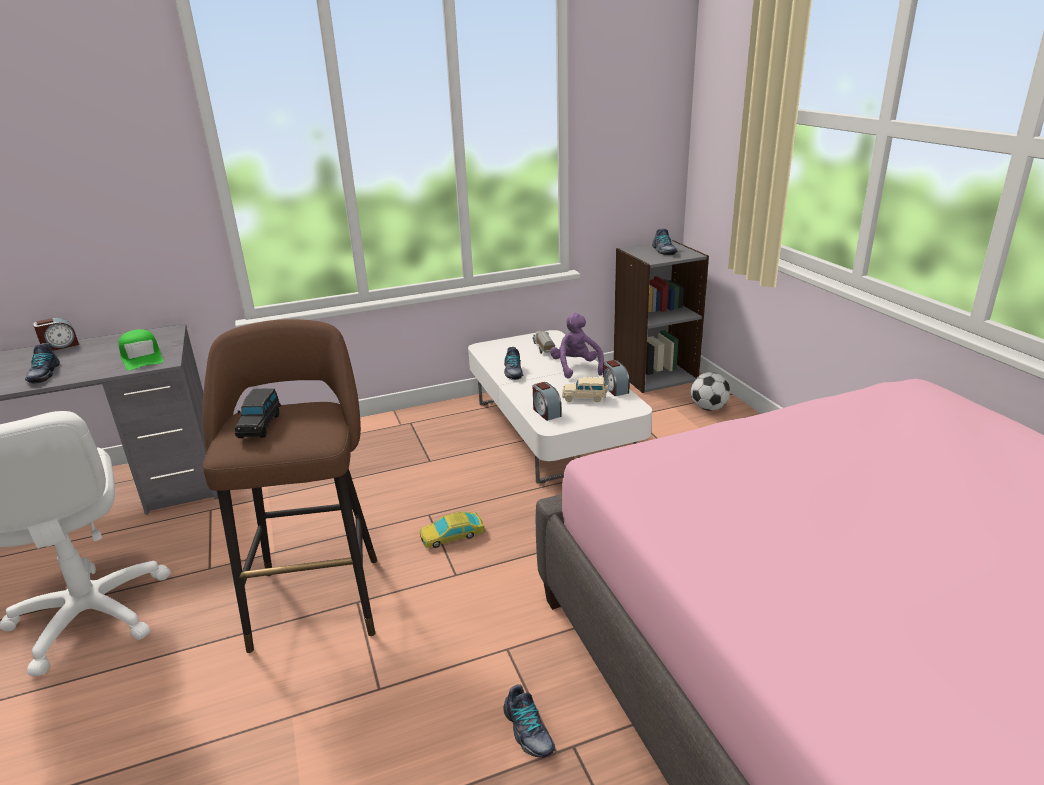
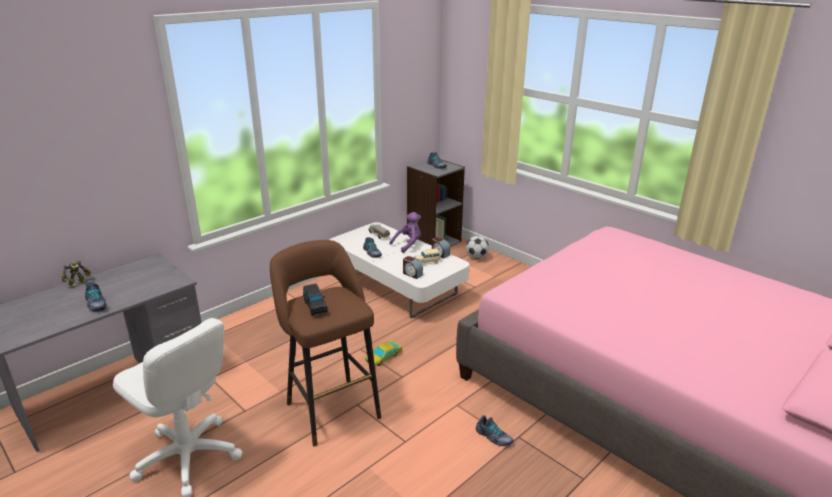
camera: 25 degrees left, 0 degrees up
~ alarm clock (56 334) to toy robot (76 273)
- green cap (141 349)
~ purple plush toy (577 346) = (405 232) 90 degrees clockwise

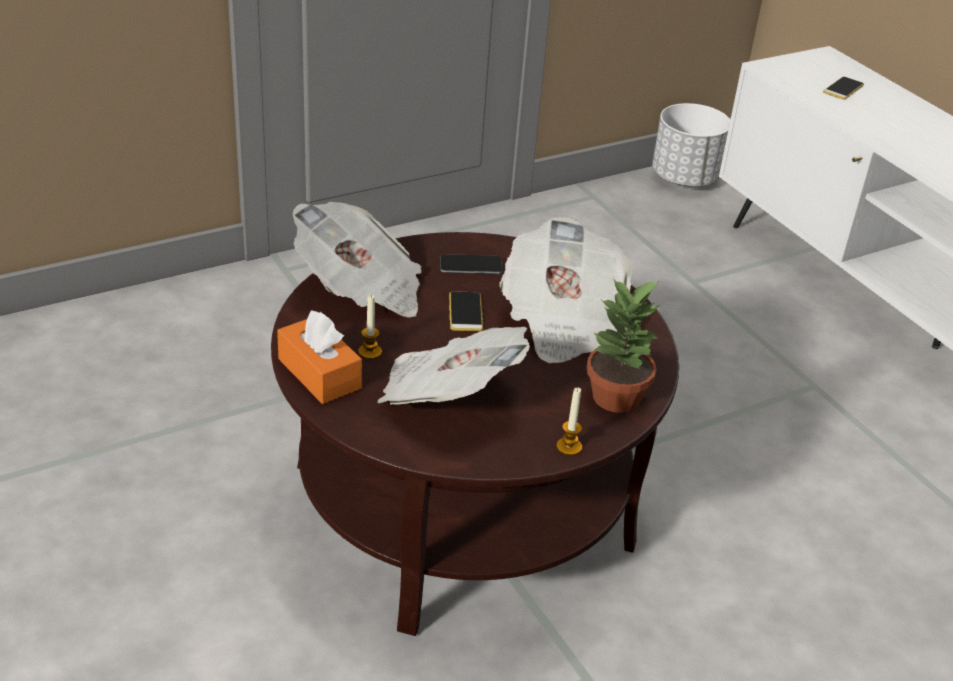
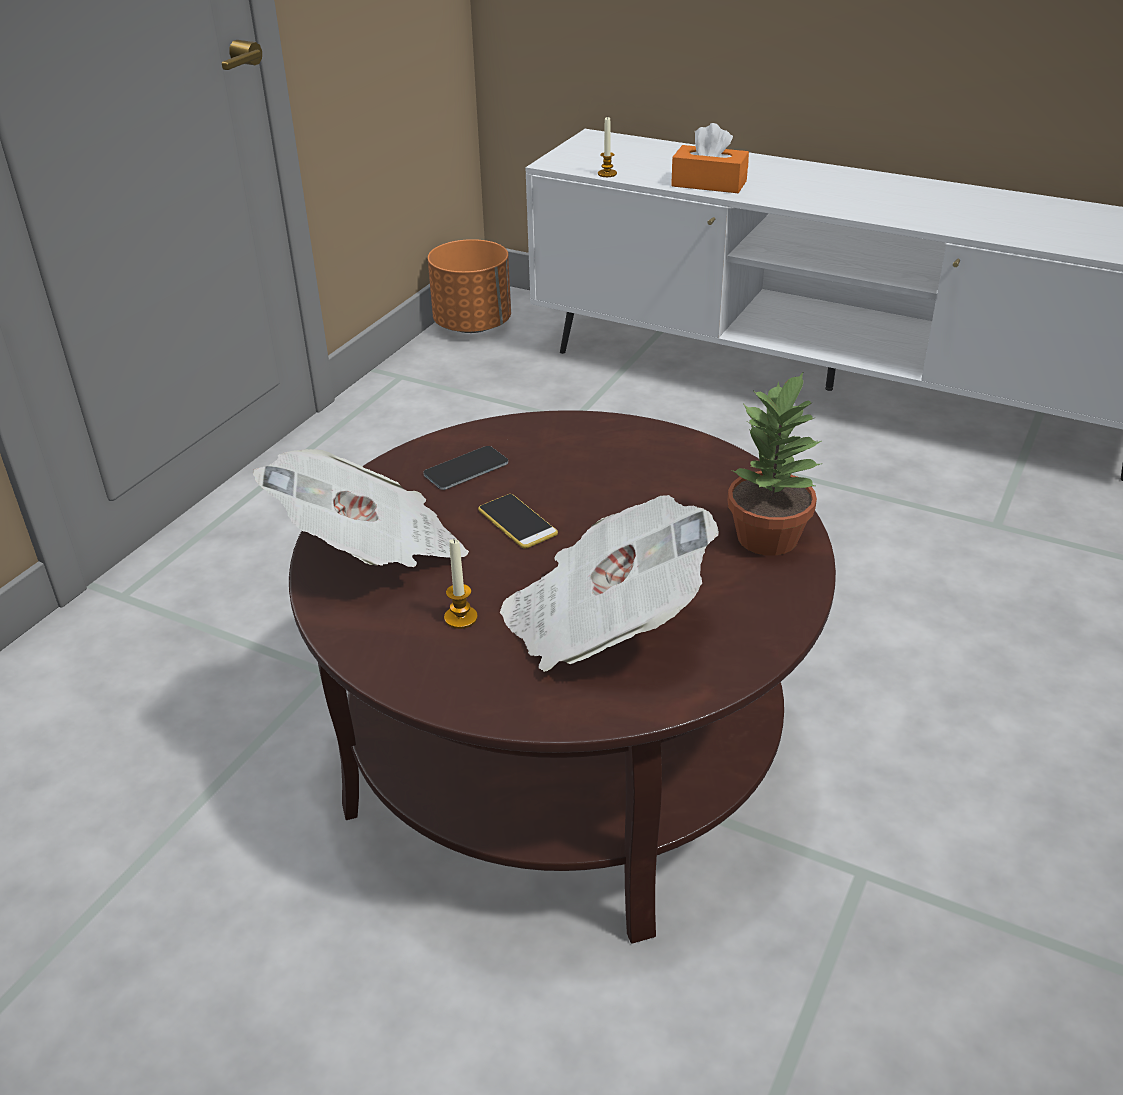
camera: 30 degrees left, 0 degrees up
~ orange tissue box (319 357) to (710 158)
- newspaper (566 290)
~ candle (569 421) to (607 146)
~ white planter (691 144) to orange planter (469 286)
- phone (843 88)

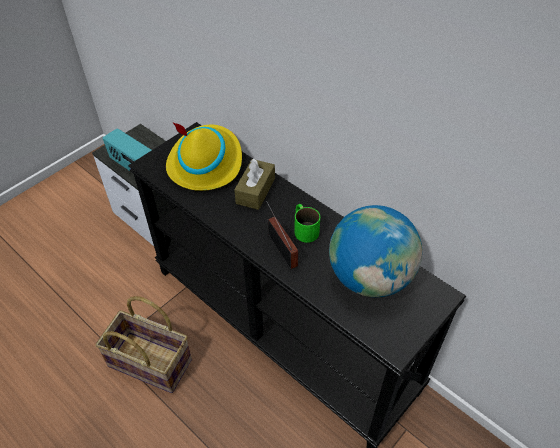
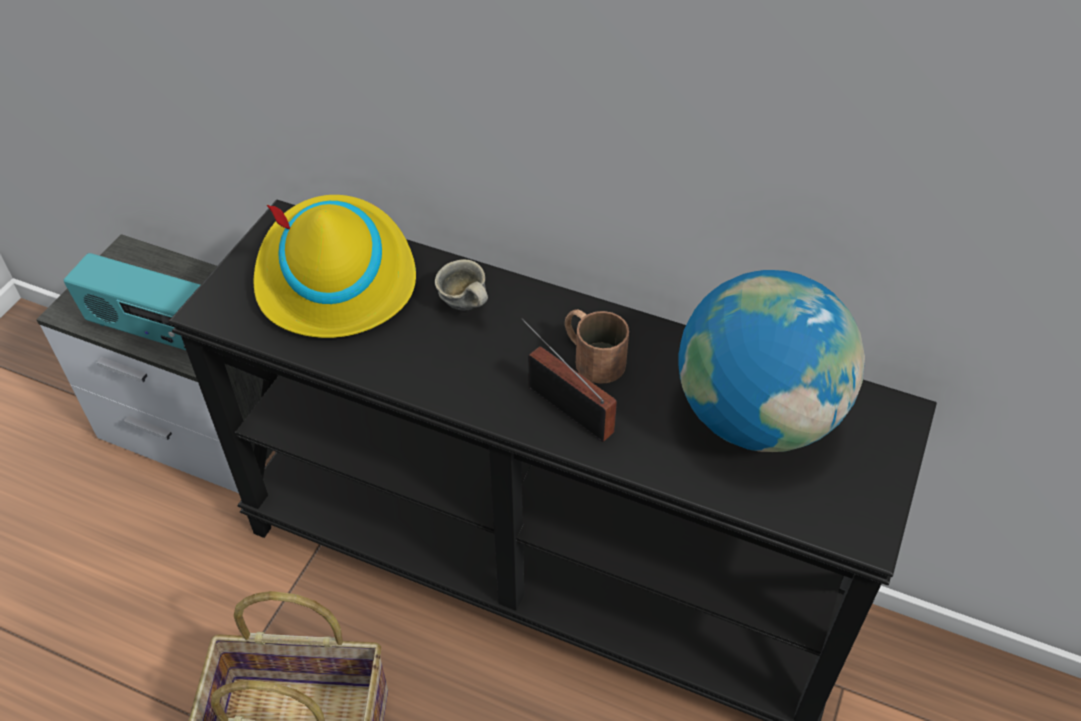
camera: 20 degrees left, 0 degrees up
~ brown tissue box (254 184) to grey mug (461 285)
~ green mug (307 223) to brown mug (597 346)

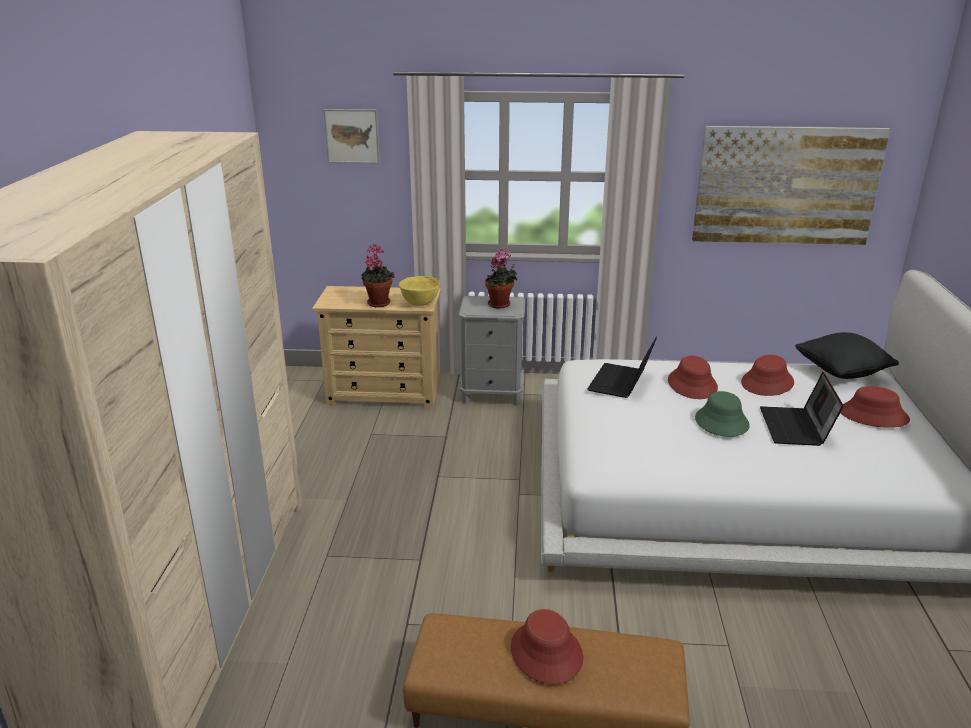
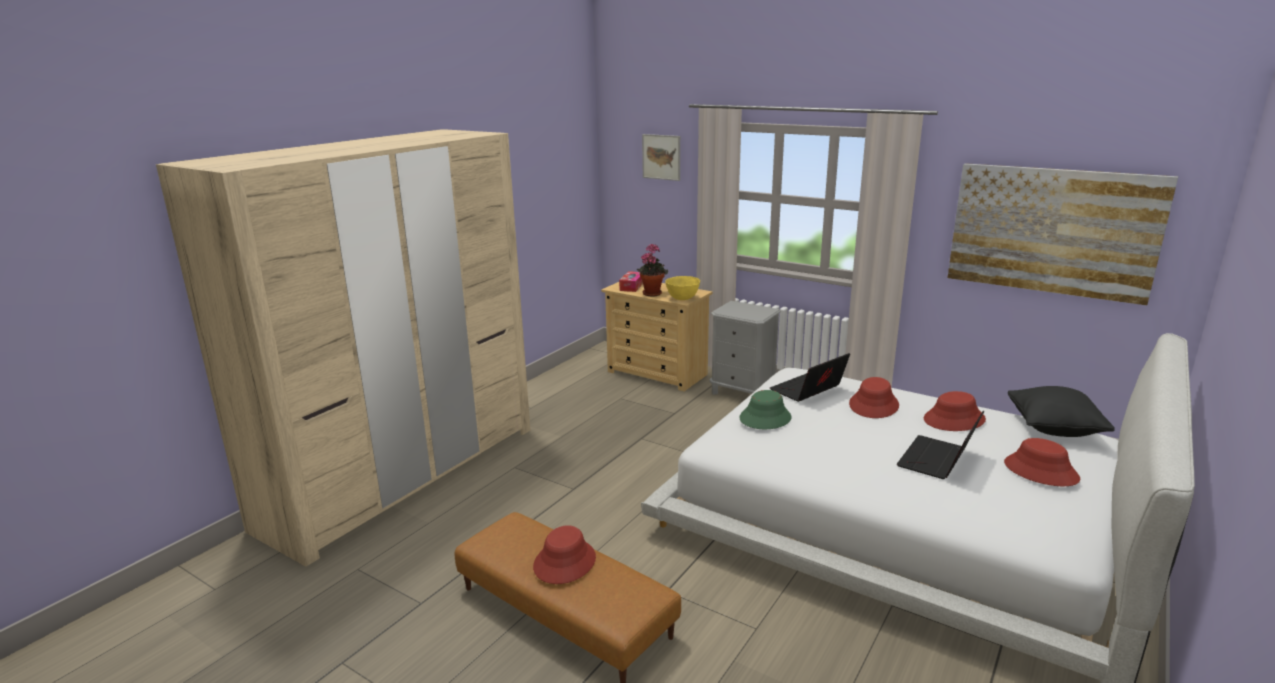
camera: 30 degrees right, 5 degrees down
- potted plant (501 278)
~ green hat (722 414) to (765 409)
+ tissue box (631 281)

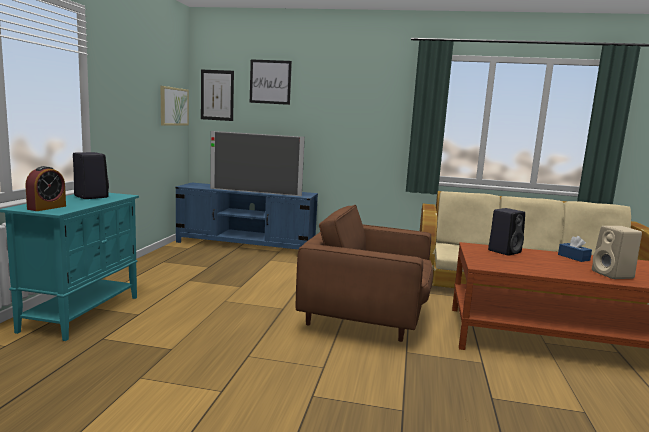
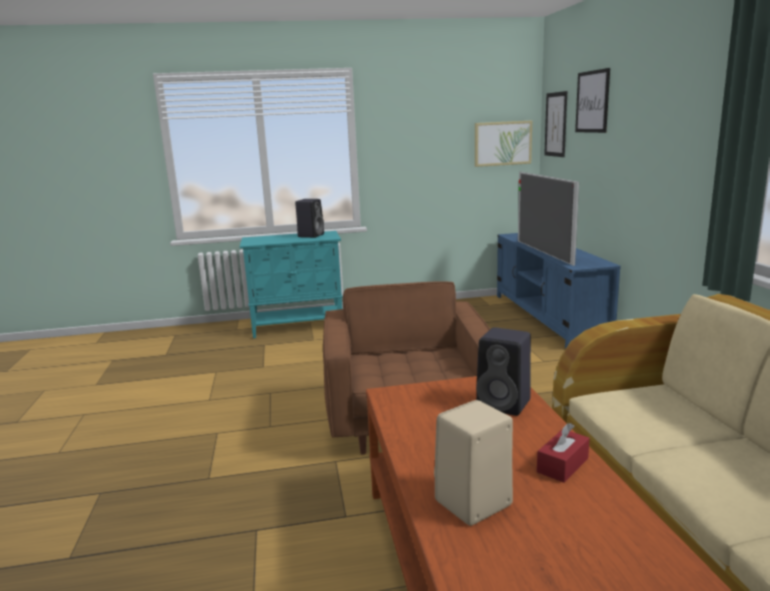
camera: 70 degrees right, 5 degrees up
- alarm clock (46 188)
~ blue tissue box (575 249) to red tissue box (563 453)

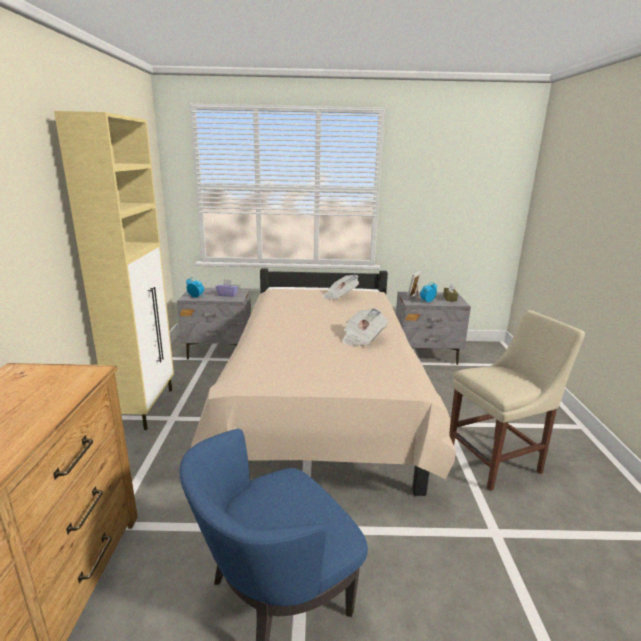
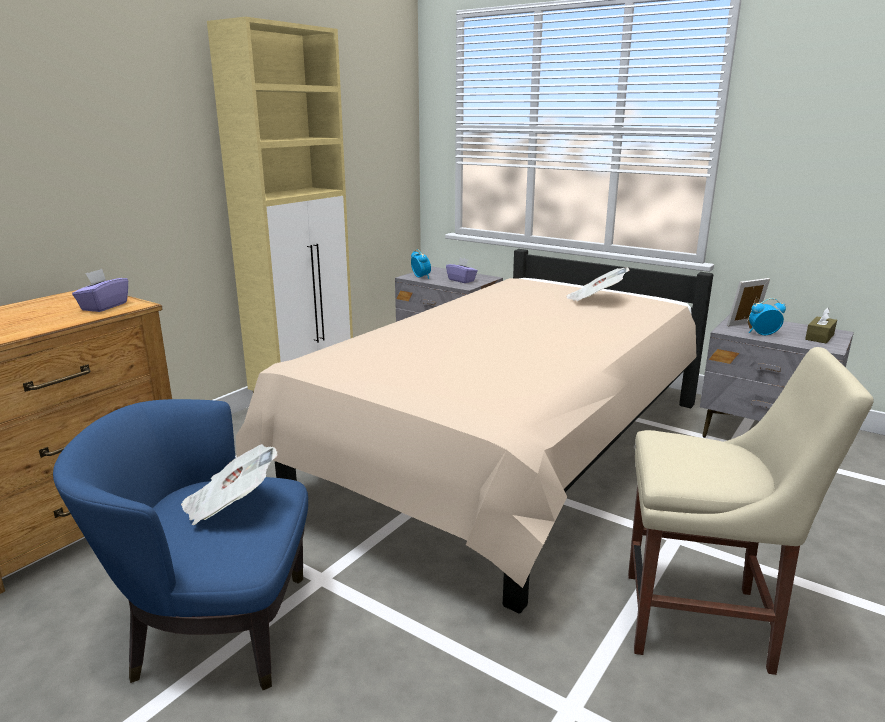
camera: 35 degrees right, 0 degrees up
~ newspaper (365 327) to (229 484)
+ purple tissue box (100 290)

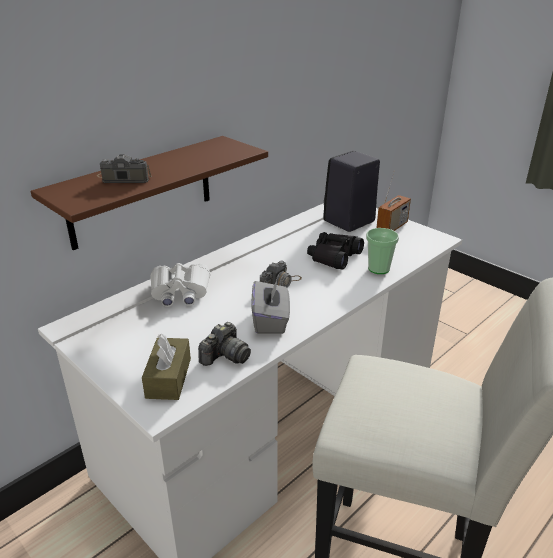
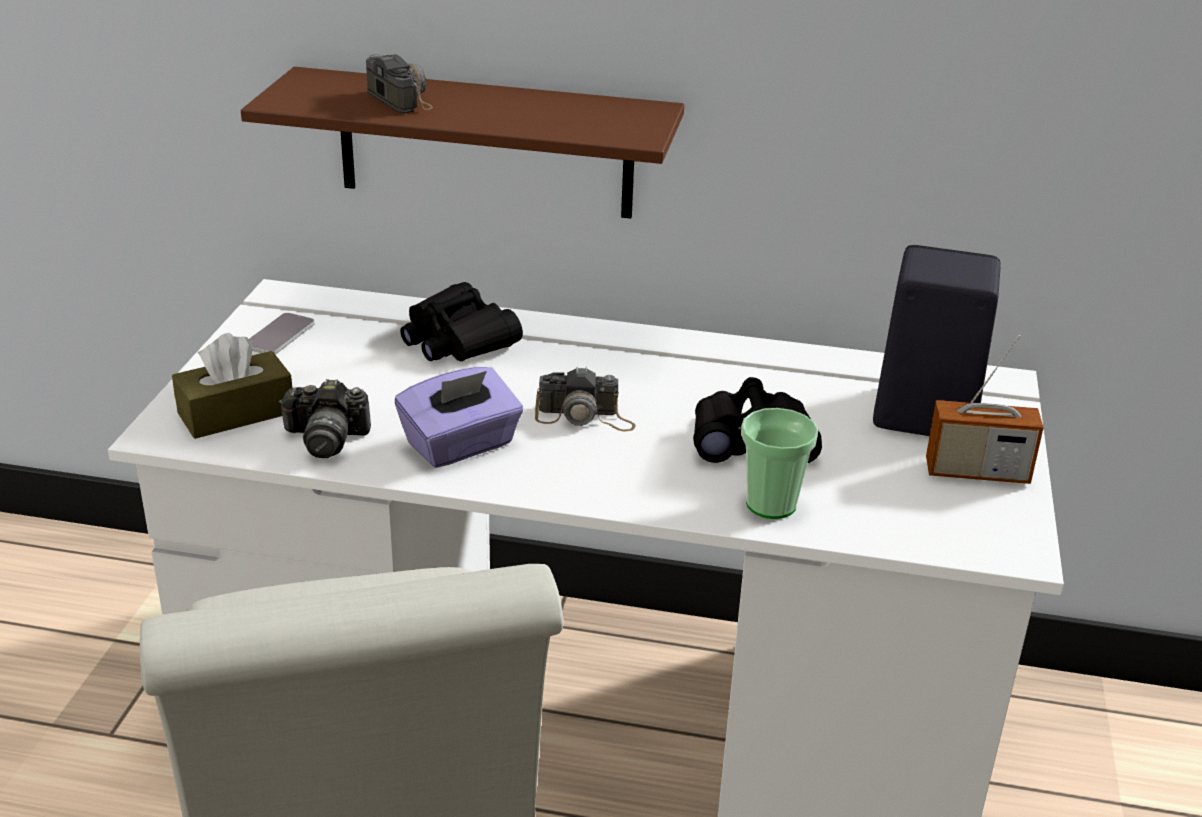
camera: 55 degrees right, 0 degrees up
~ white binoculars (180 285) to black binoculars (461 321)
~ grey tissue box (271 307) to purple tissue box (459 417)
+ phone (282 333)

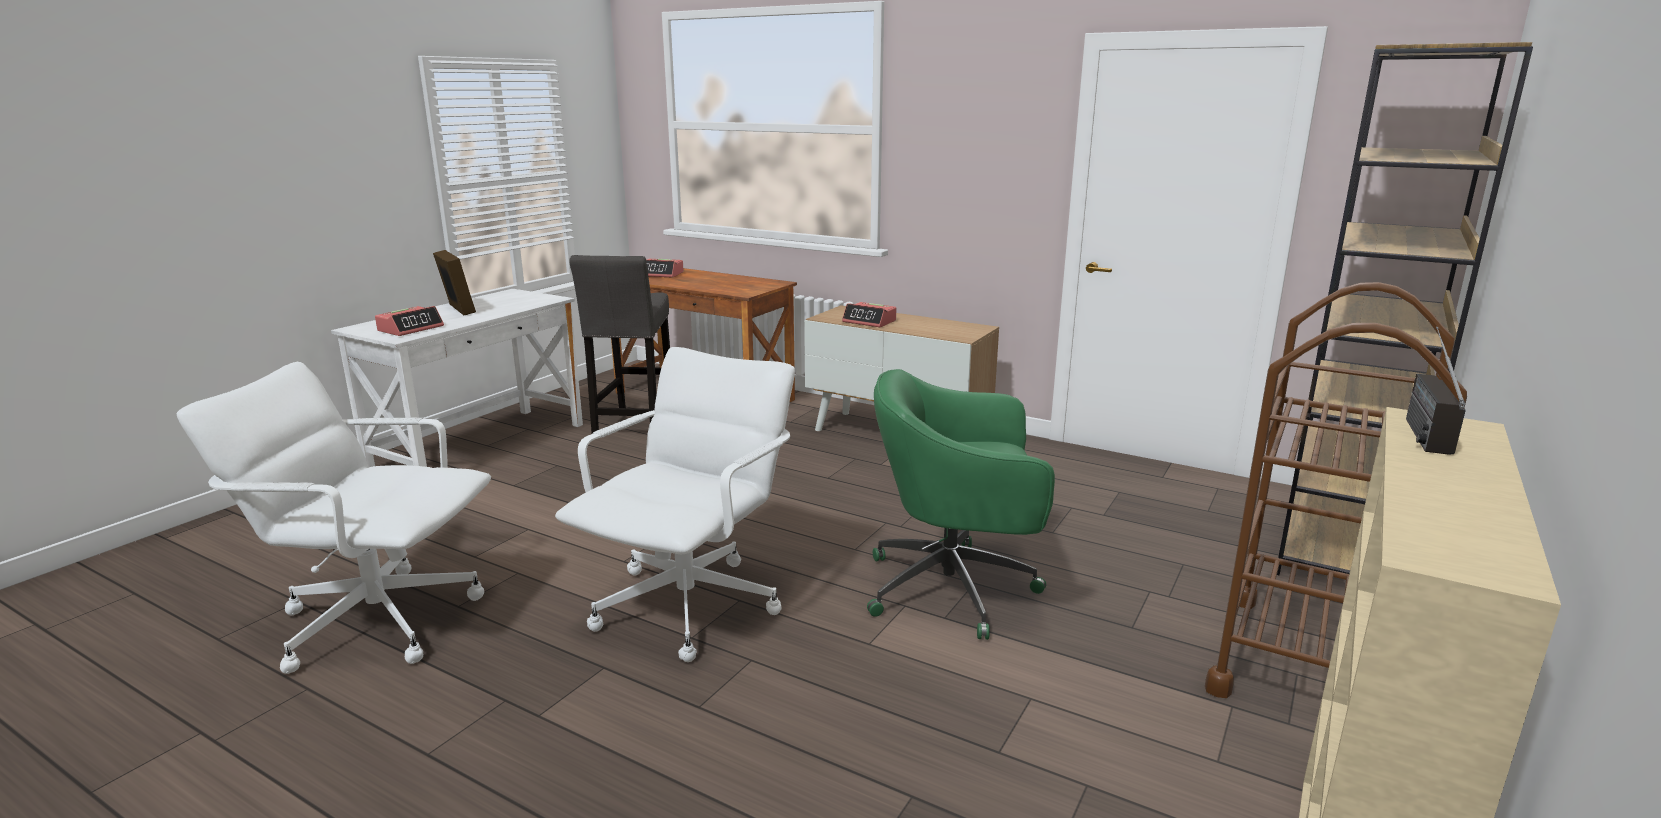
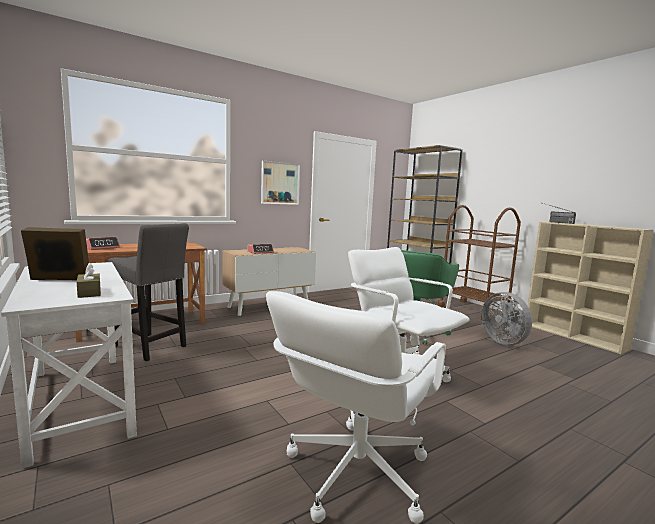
camera: 65 degrees left, 10 degrees down
~ alarm clock (409 321) to brown tissue box (89 280)
+ picture (280 183)
+ grey fan (507 318)

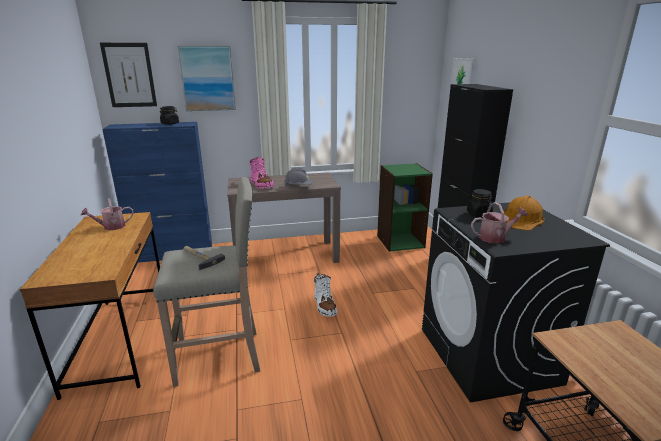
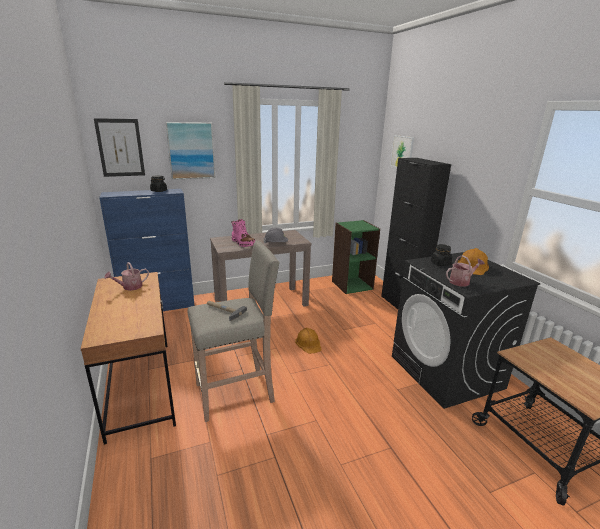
camera: 10 degrees left, 0 degrees up
~ white boot (325 295) to orange hard hat (308 341)

